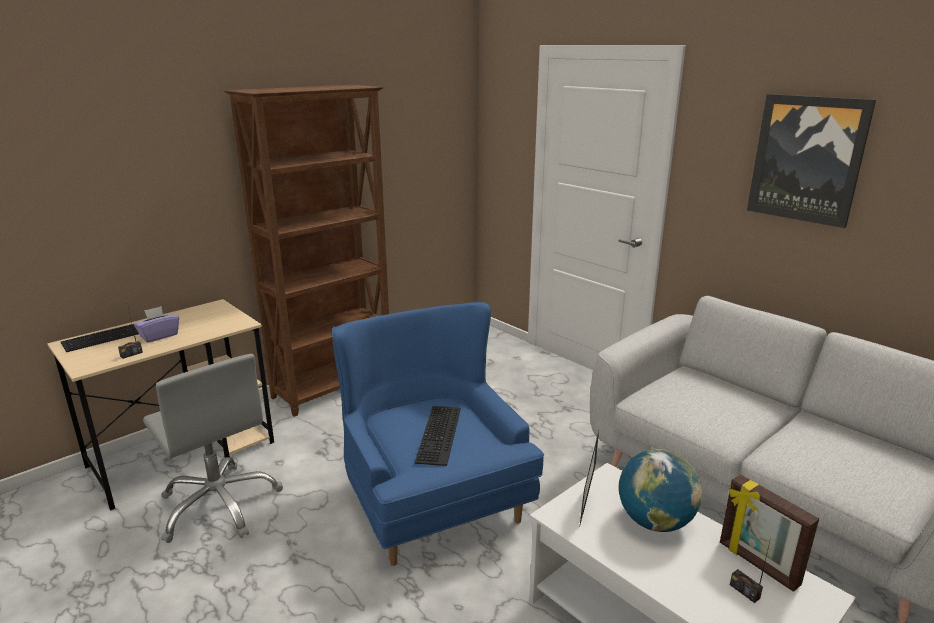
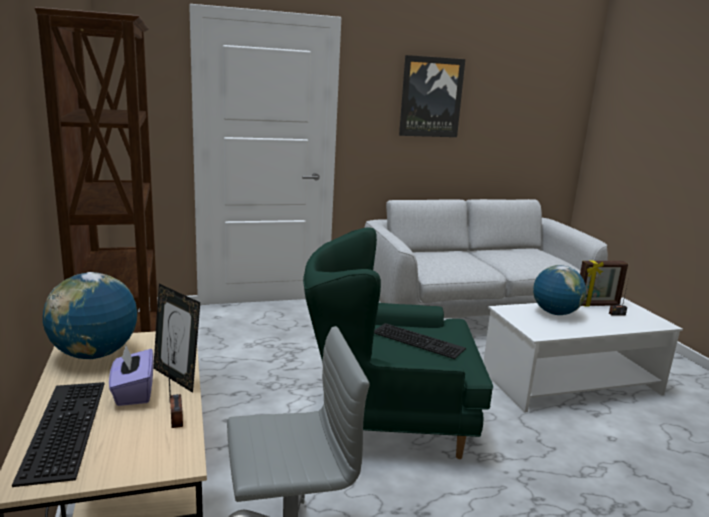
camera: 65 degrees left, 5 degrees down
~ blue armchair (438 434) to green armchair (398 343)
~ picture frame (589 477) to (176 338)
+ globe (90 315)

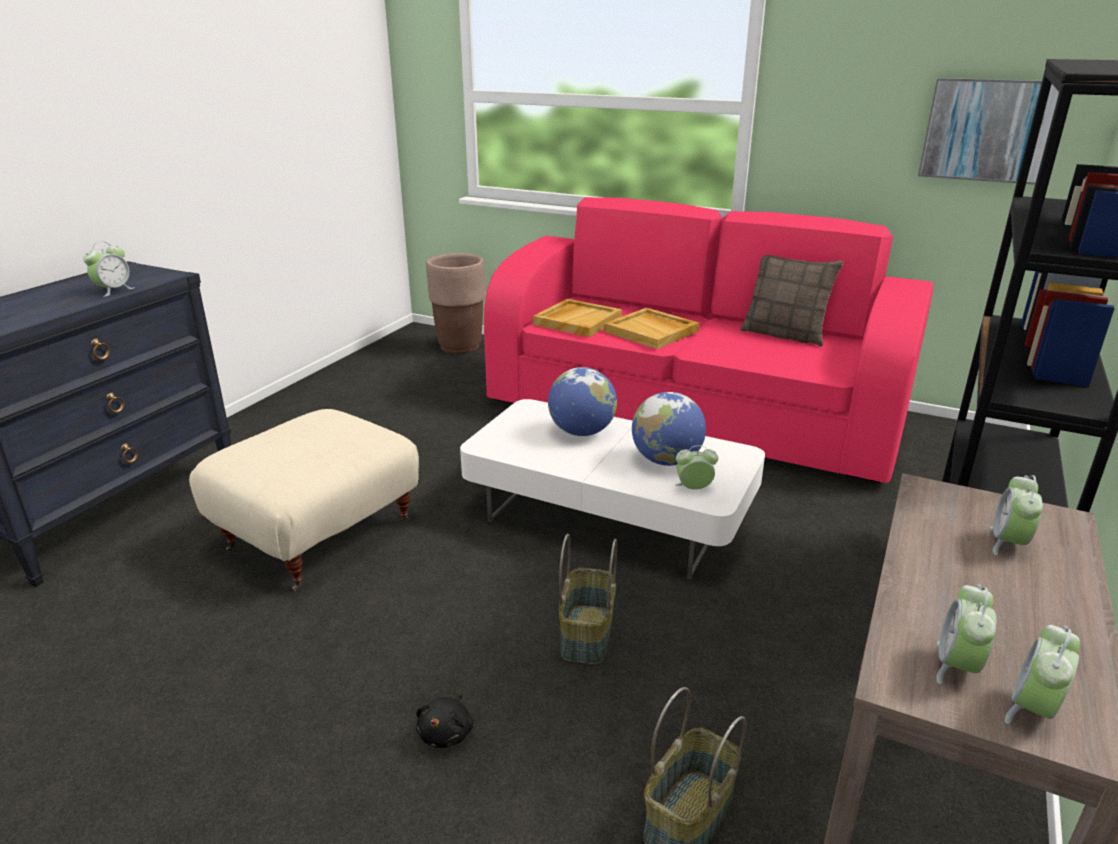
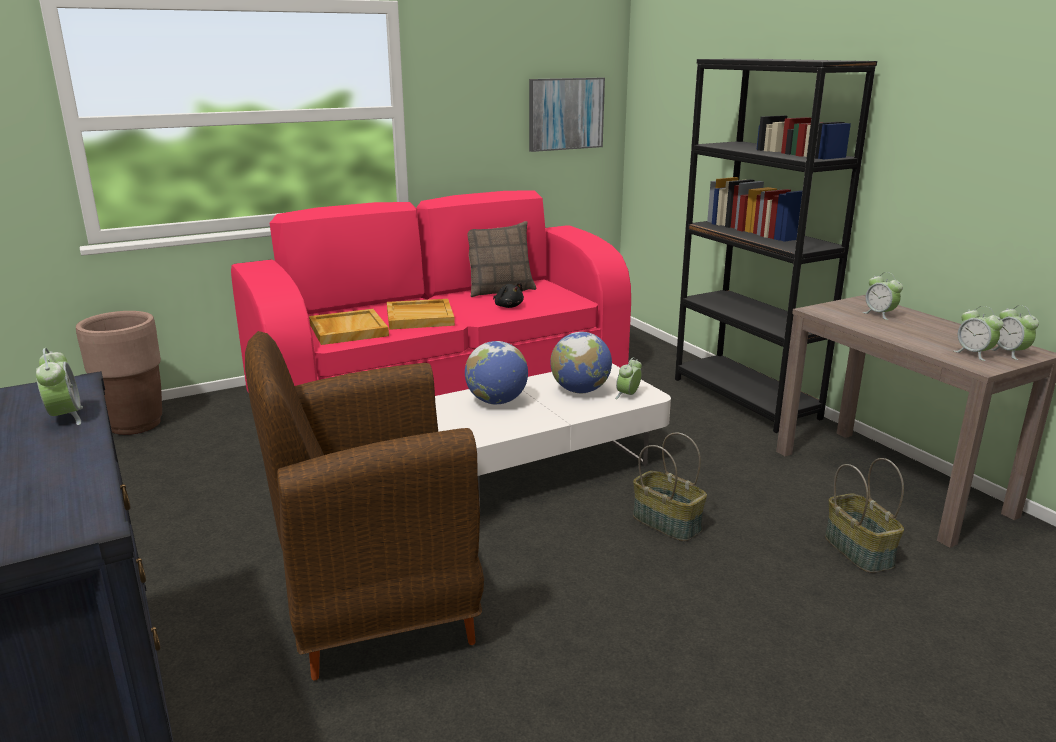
camera: 55 degrees left, 5 degrees down
~ beige ottoman (304 500) to brown armchair (364 505)
~ black plush toy (444 721) to (508 295)

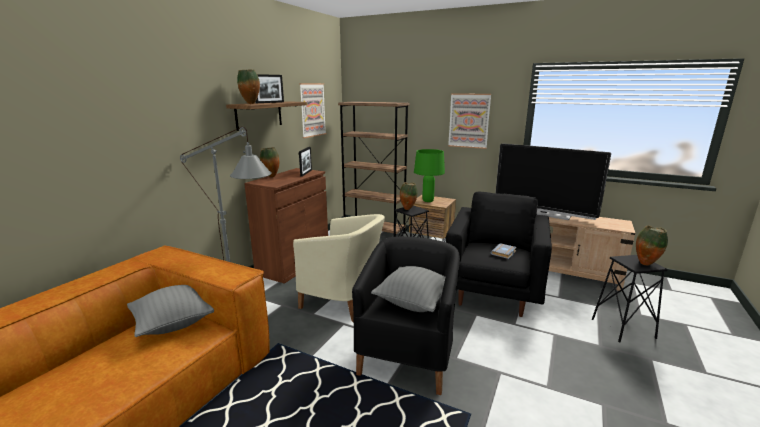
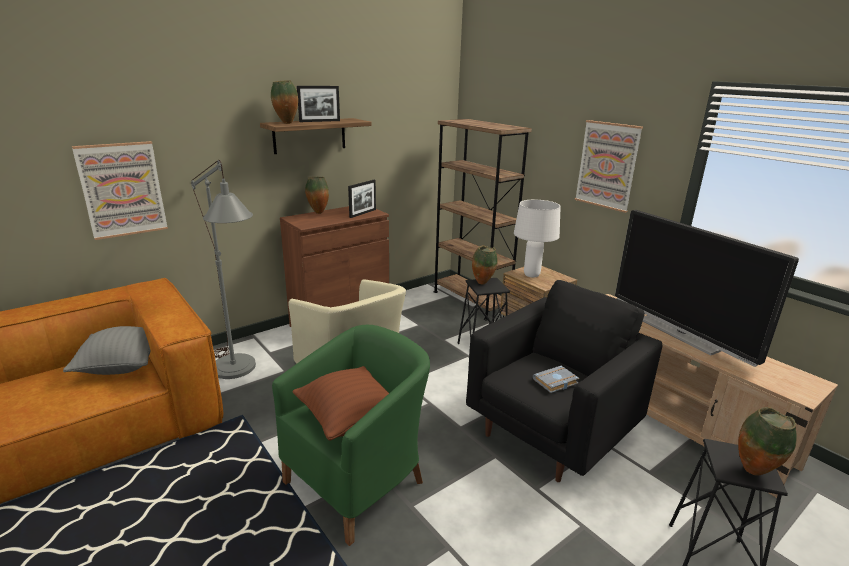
camera: 25 degrees right, 5 degrees up
~ picture (312 110) to (120 190)
~ black armchair (406 315) to green armchair (351 435)
~ grey pillow (408 289) to brown pillow (341 403)
~ green table lamp (429 175) to white table lamp (537 239)

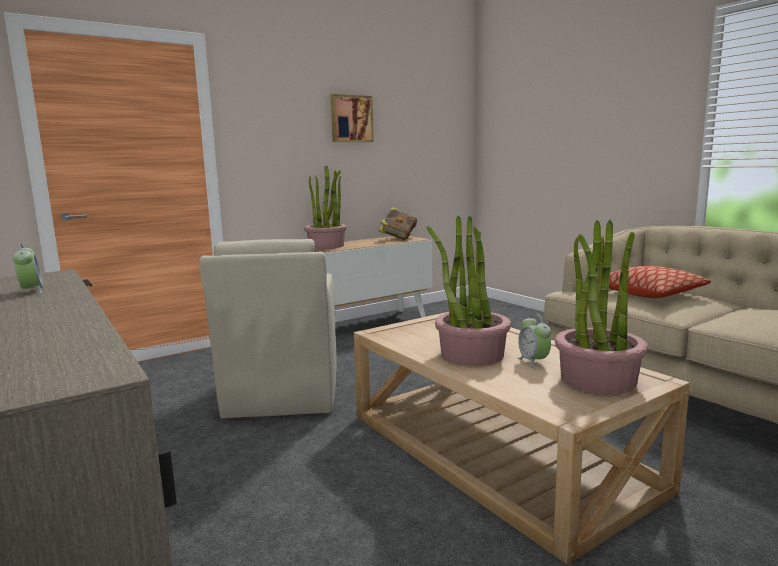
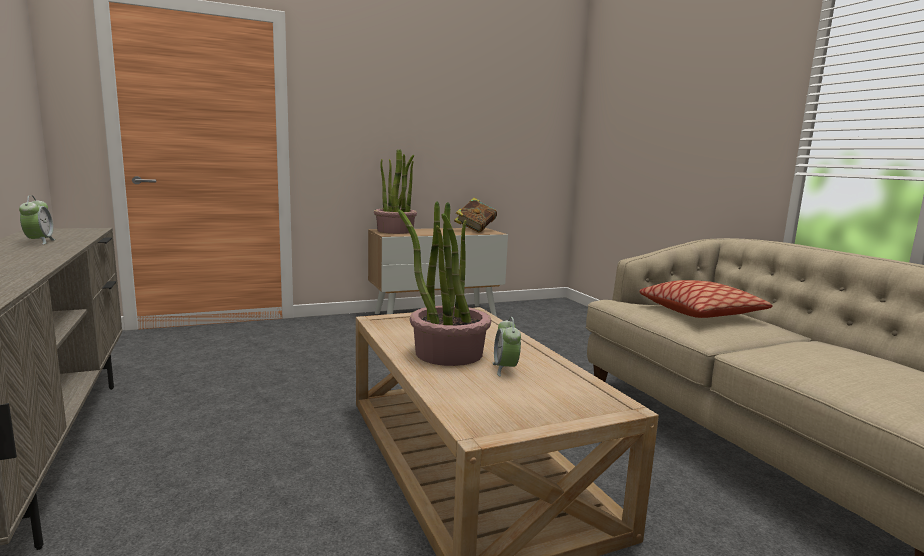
camera: 10 degrees right, 0 degrees up
- beige armchair (268 328)
- picture (352 118)
- potted plant (601 307)

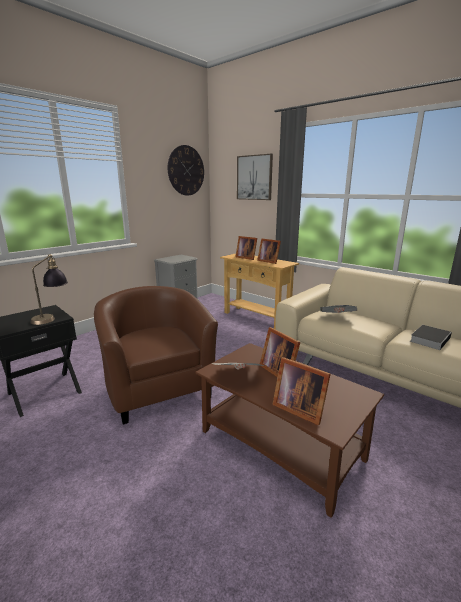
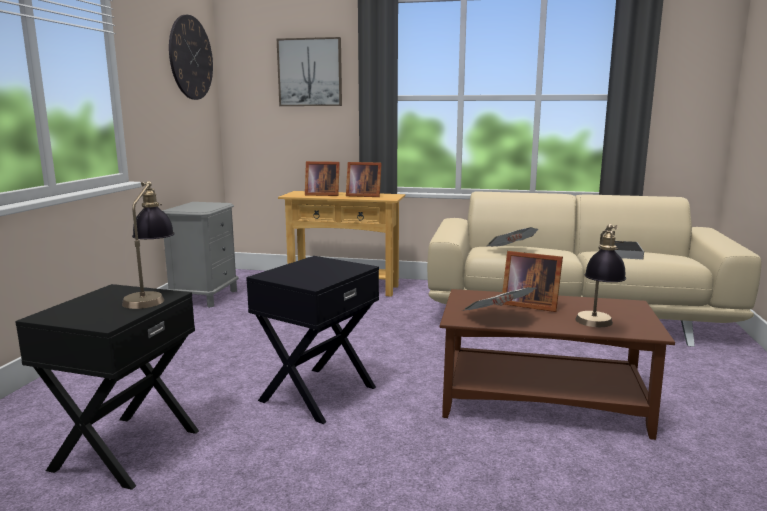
camera: 30 degrees left, 5 degrees down
~ brown armchair (156 355) to black side table (312 340)
~ picture frame (301 391) to table lamp (600 275)

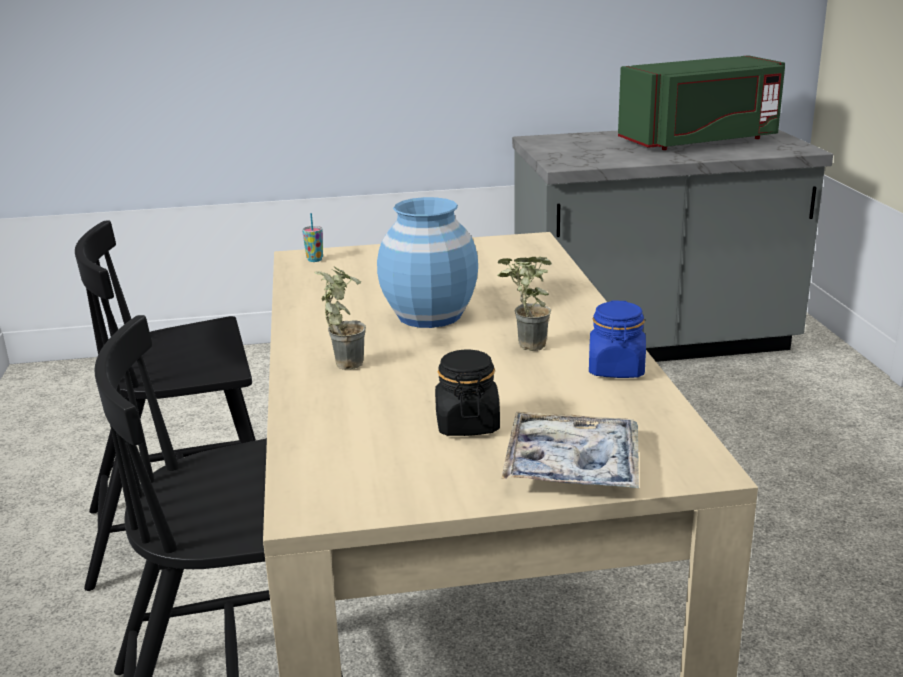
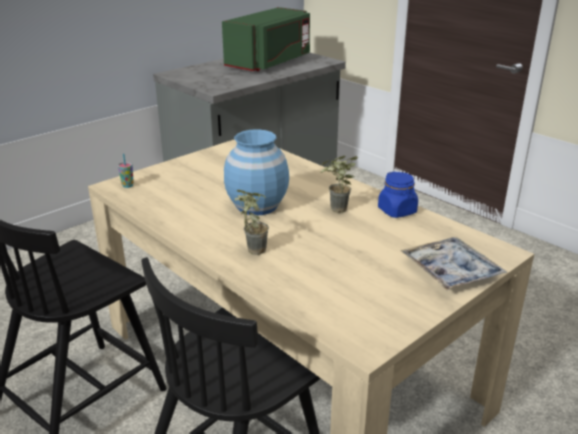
camera: 35 degrees left, 5 degrees up
- black jar (467 393)

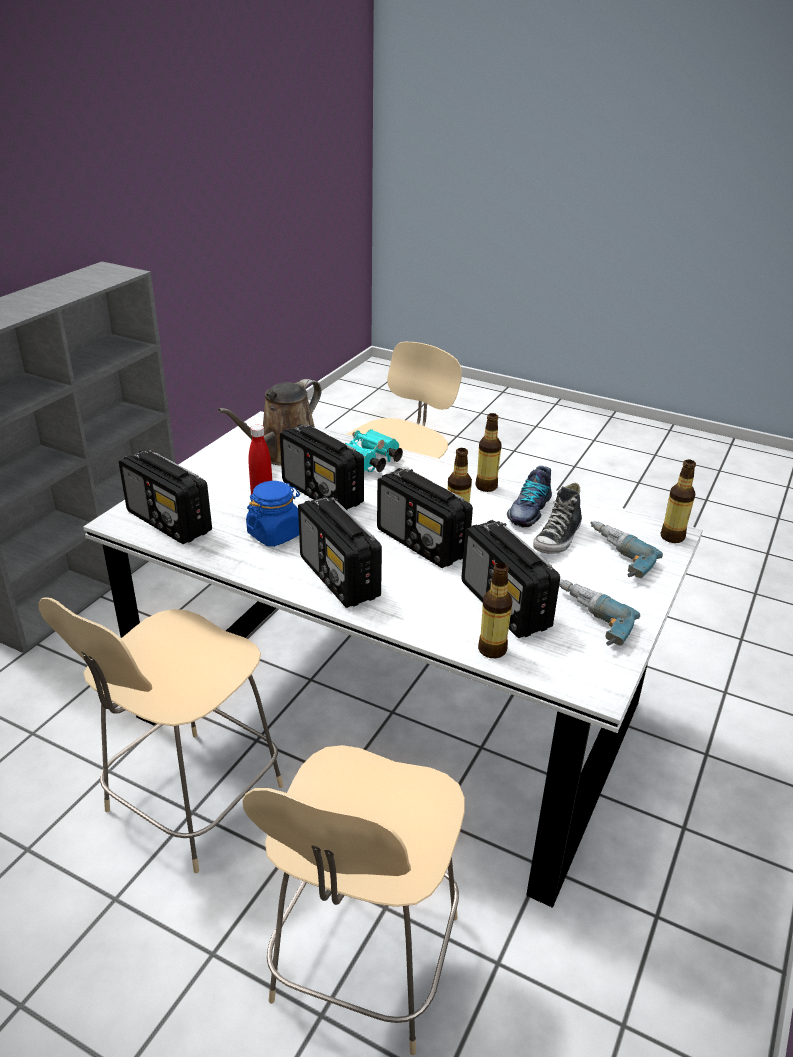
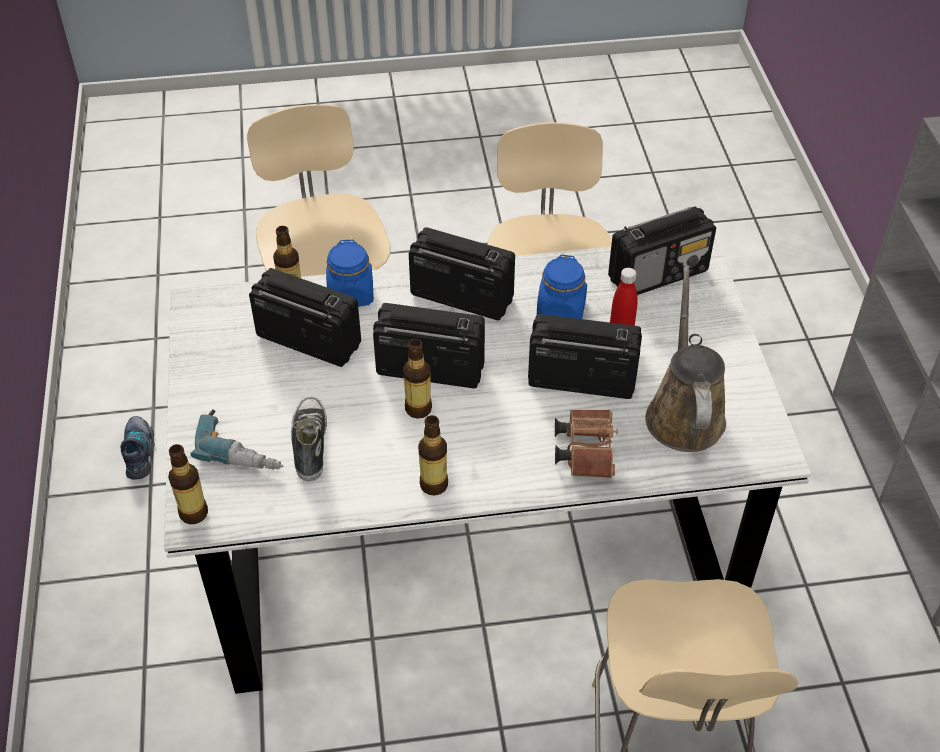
camera: 145 degrees right, 15 degrees up
~ radio (165 497) = (662 251) 150 degrees clockwise
~ turquoise binoculars (374 450) to brown binoculars (586 444)
~ shoe (529 496) to (138 448)
- power drill (599 612)
+ blue jar (350 273)

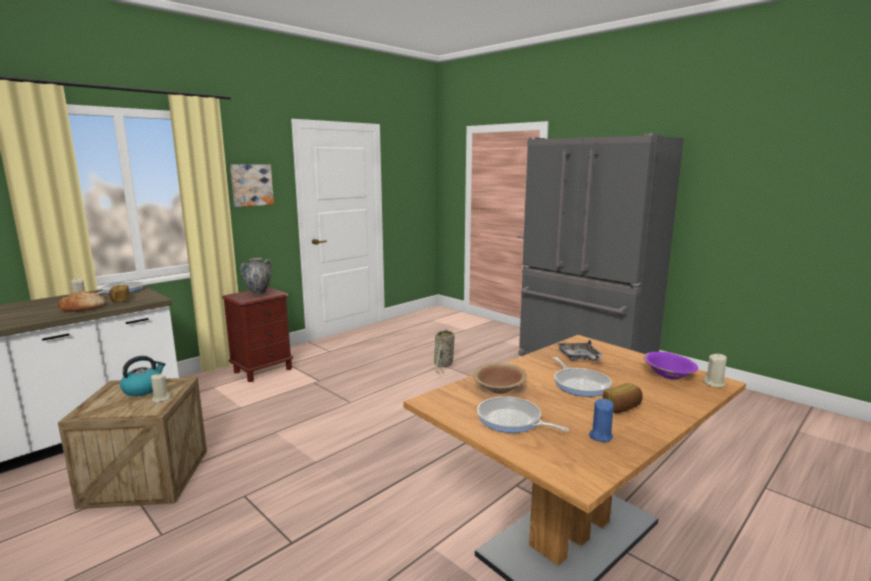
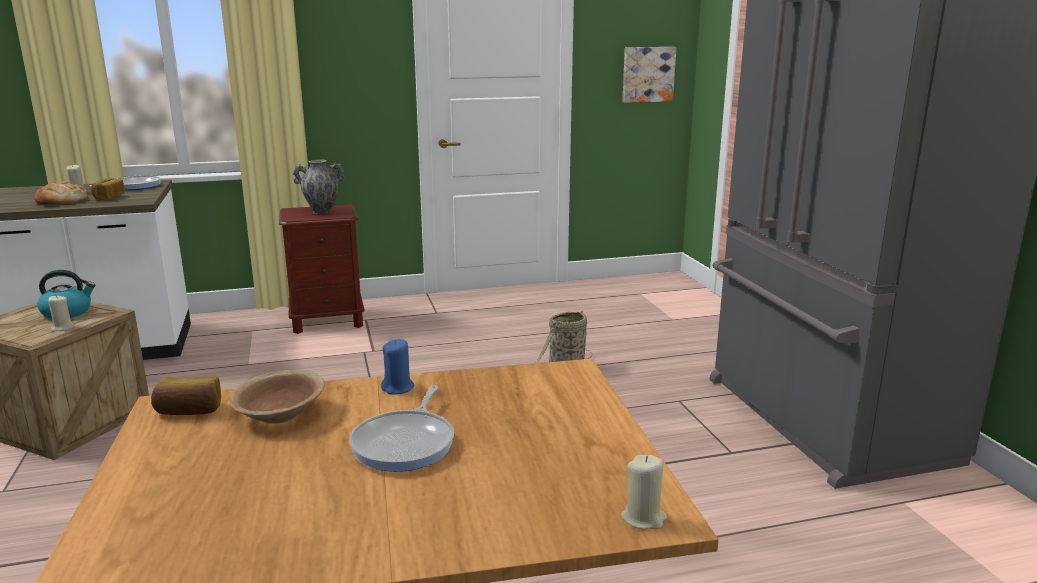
camera: 30 degrees right, 5 degrees up
~ picture (252 185) to (649 75)
- frying pan (523 415)
- grey tray (580 350)
~ blue candle (601 420) to (397 367)
~ bread (623 398) to (186 395)
- purple bowl (671 366)

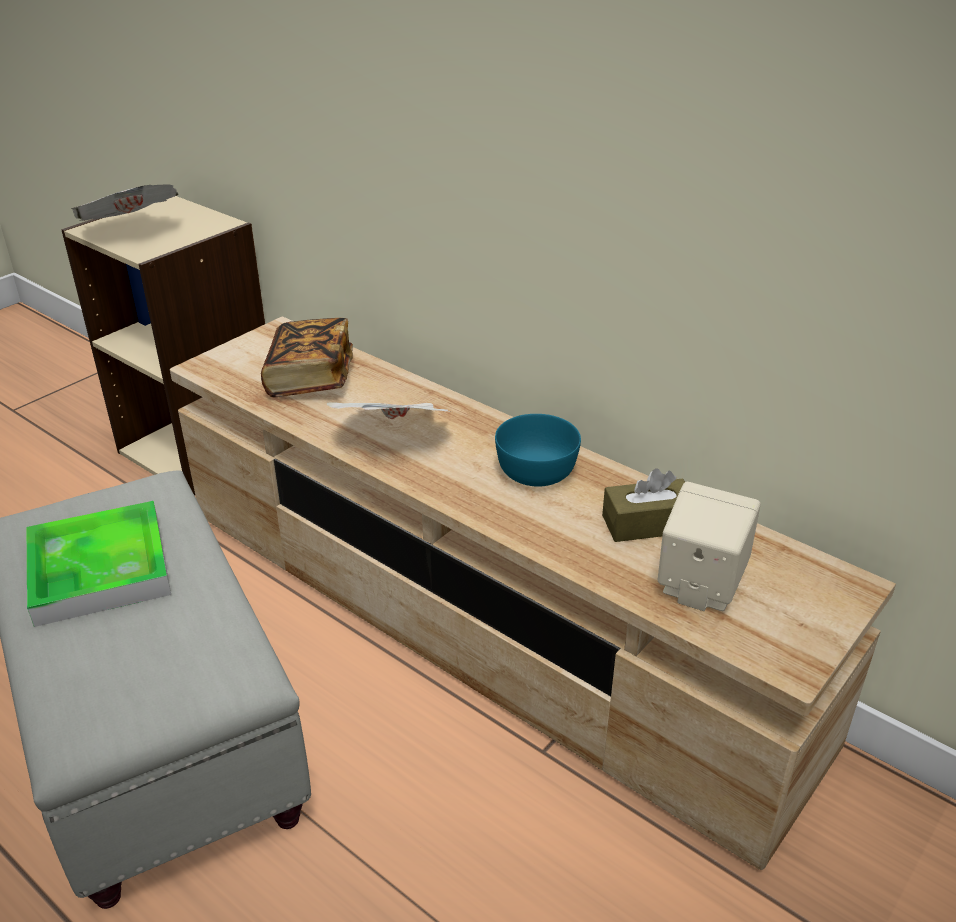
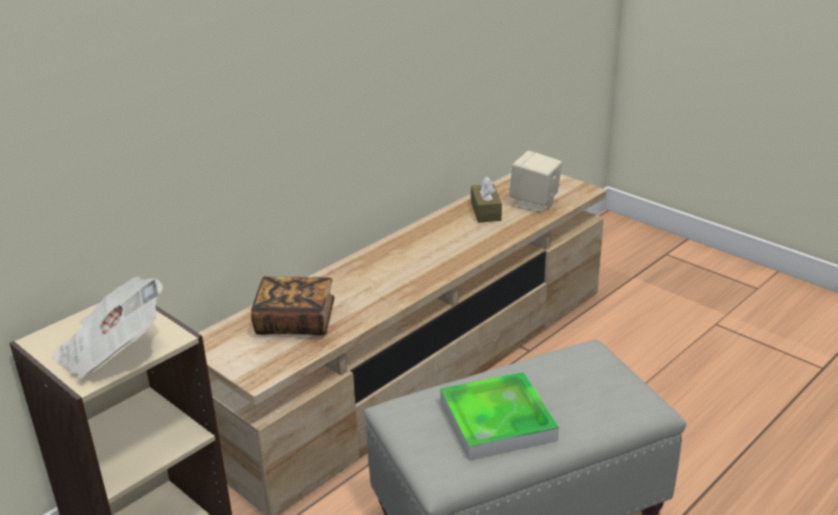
camera: 85 degrees left, 5 degrees down
- newspaper (389 410)
- turquoise bowl (538 450)

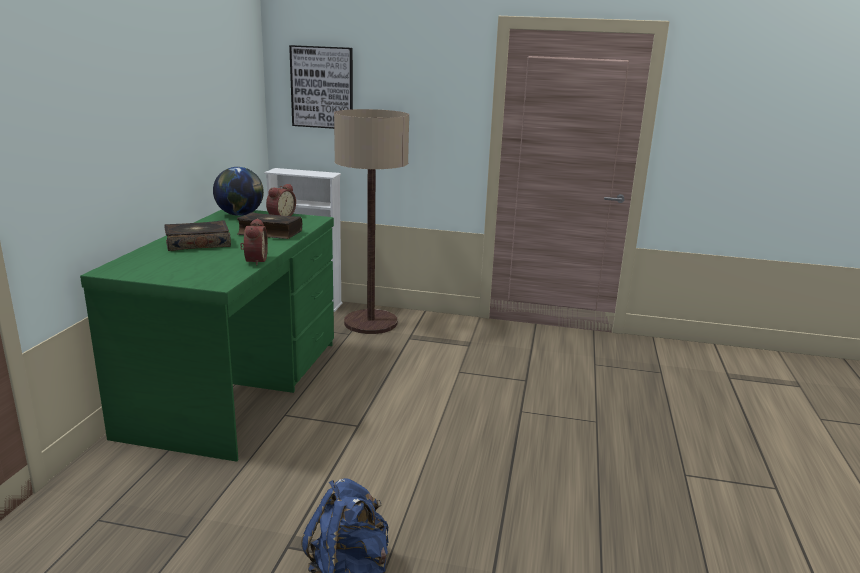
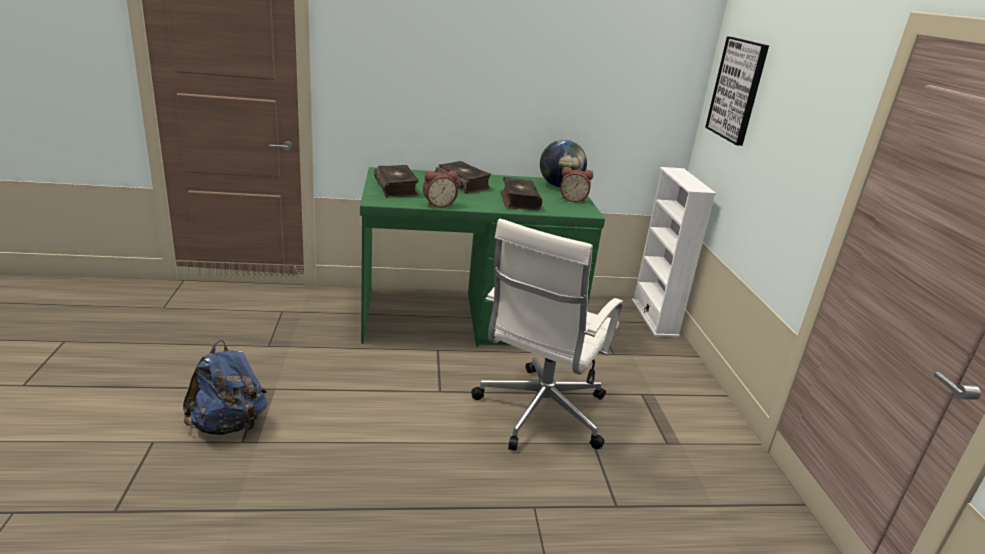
camera: 70 degrees right, 5 degrees up
- floor lamp (371 221)
+ book (396 181)
+ white office chair (547 335)

